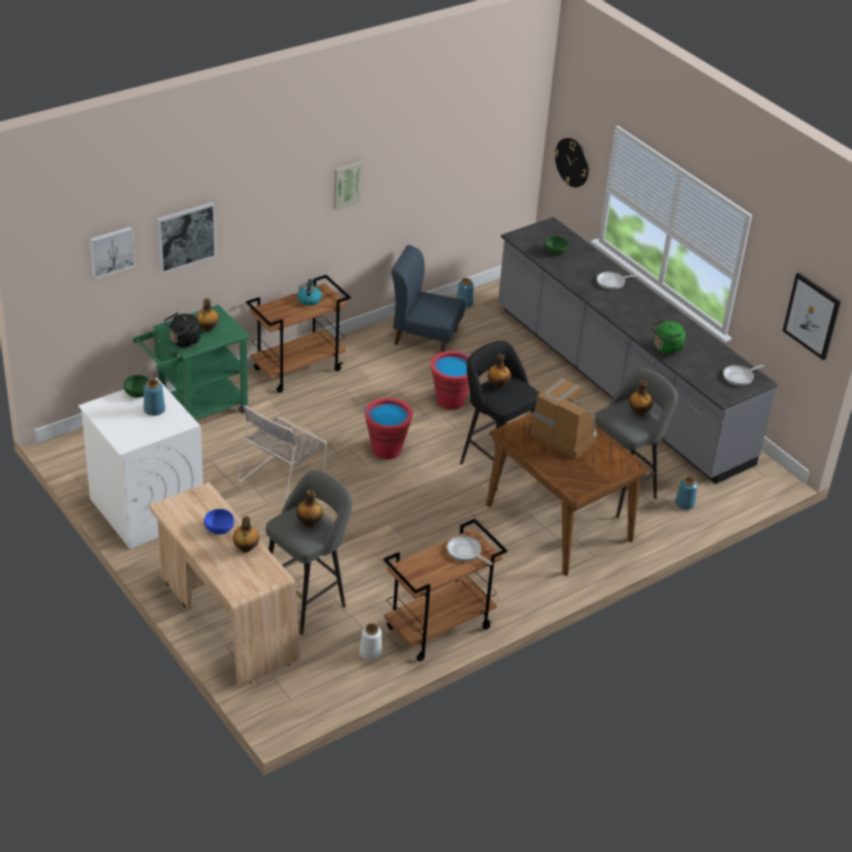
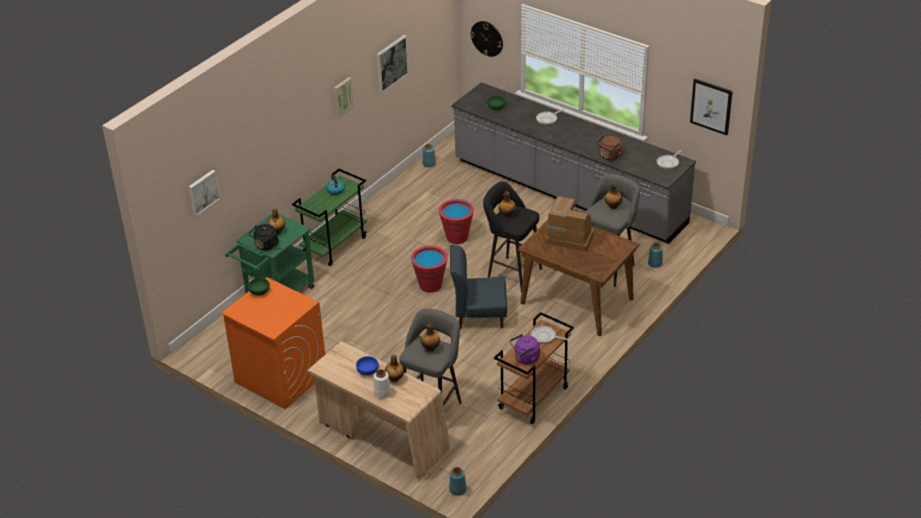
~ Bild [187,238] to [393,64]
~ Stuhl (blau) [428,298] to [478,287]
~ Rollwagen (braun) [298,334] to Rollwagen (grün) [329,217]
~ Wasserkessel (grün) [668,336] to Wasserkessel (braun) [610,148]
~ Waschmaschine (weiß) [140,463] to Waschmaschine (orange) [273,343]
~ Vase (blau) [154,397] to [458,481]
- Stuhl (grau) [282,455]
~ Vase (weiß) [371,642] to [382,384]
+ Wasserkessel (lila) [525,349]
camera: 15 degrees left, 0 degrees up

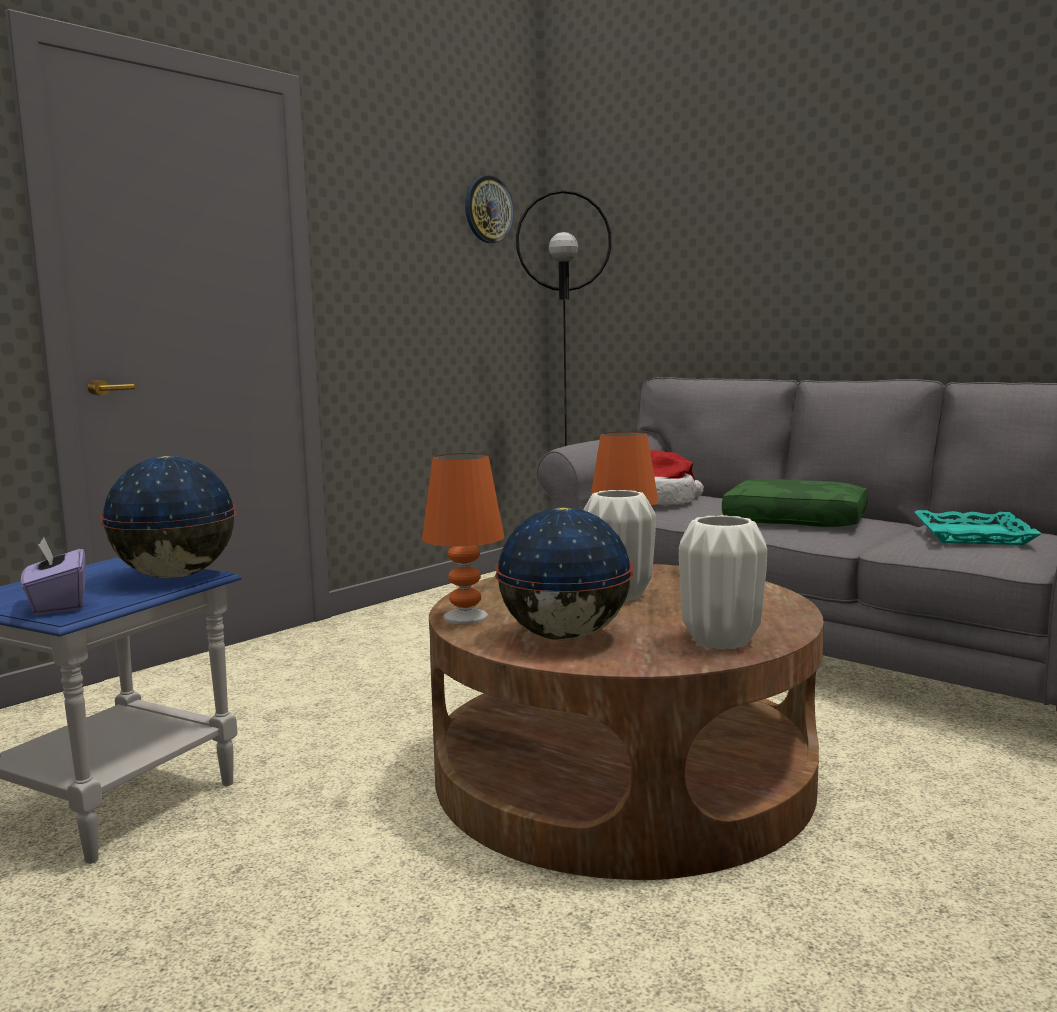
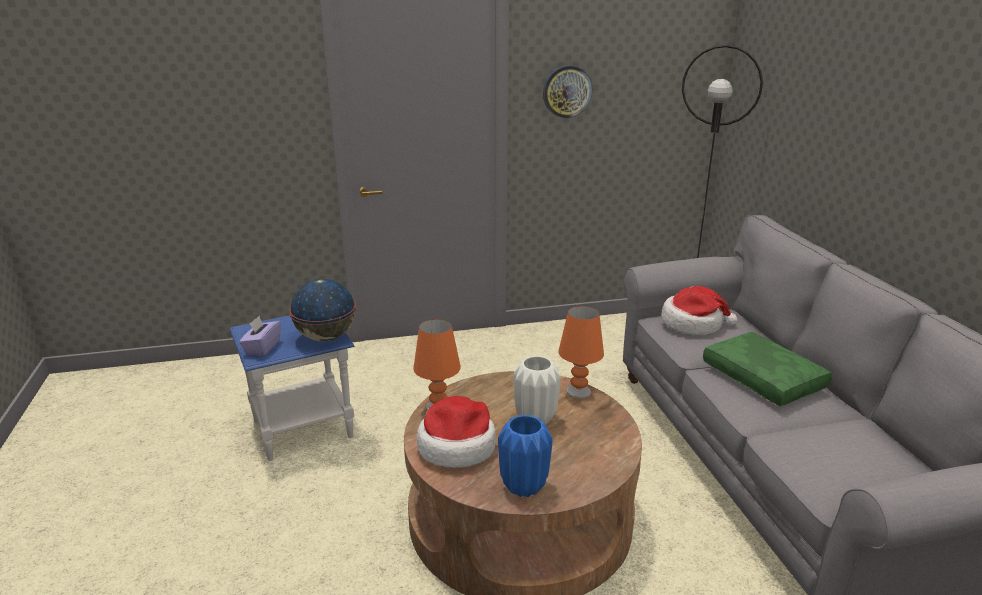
~ Wanduhr [489,209] to [568,91]
~ Globus [564,574] to Hut [456,432]
- Tablett (türkis) [978,527]
~ Vase (weiß) [723,582] to Vase (blau) [525,456]
camera: 35 degrees right, 15 degrees up

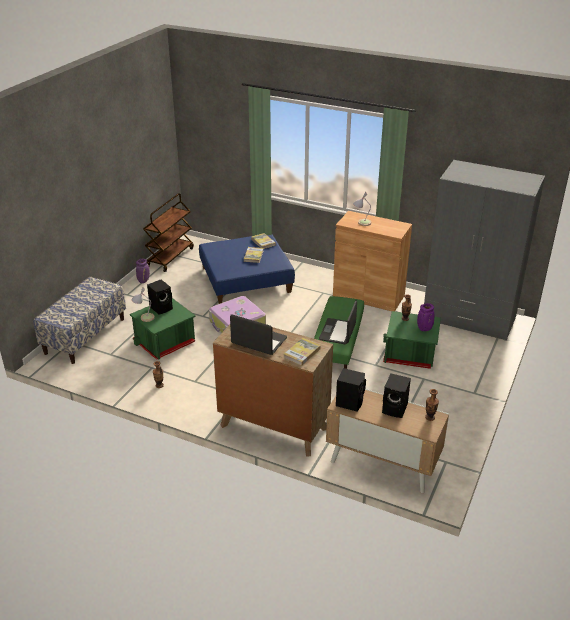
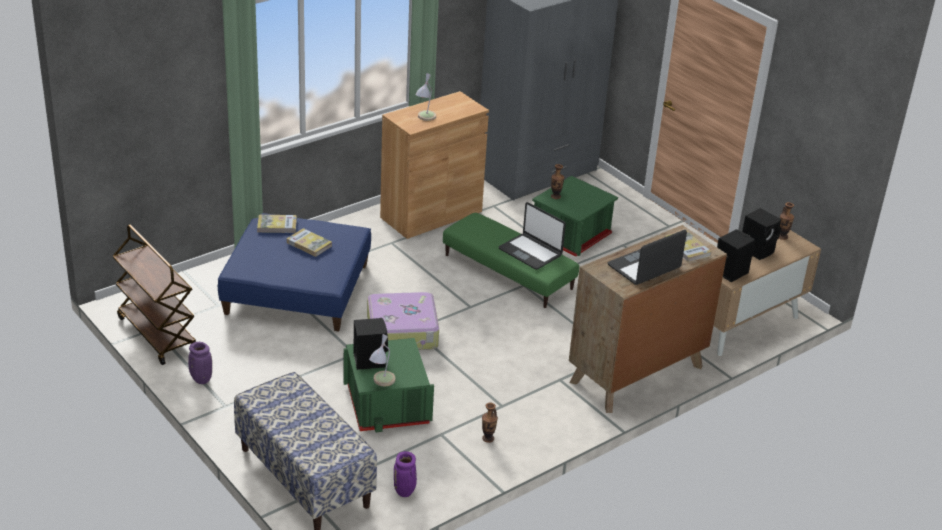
~ Vase (lila) [425,317] to [405,474]
camera: 65 degrees left, 0 degrees up

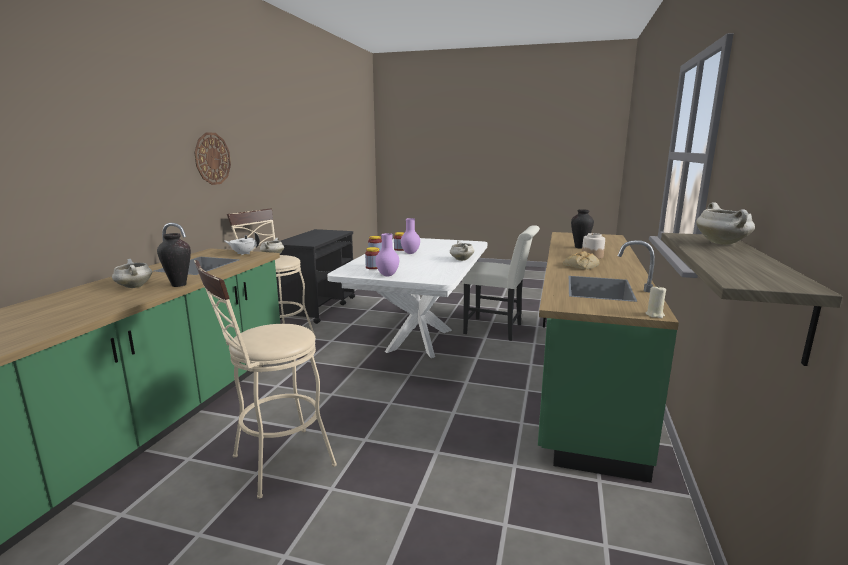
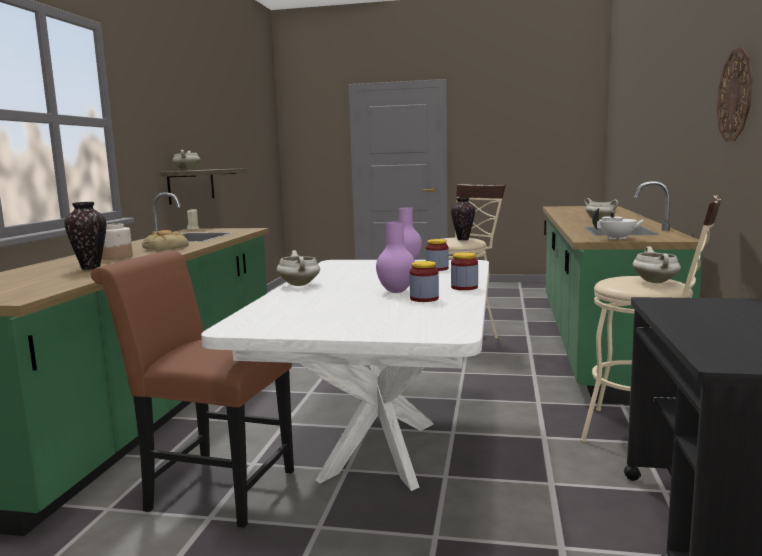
~ Stuhl (weiß) [501,283] to Stuhl (braun) [192,389]
~ Vase [174,260] to [463,218]
camera: 175 degrees right, 5 degrees down

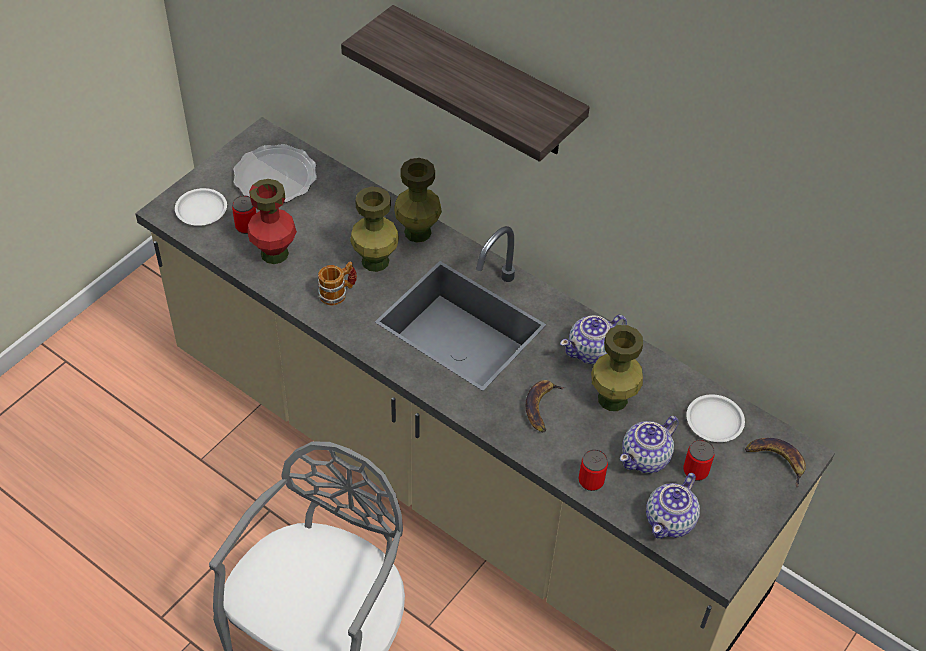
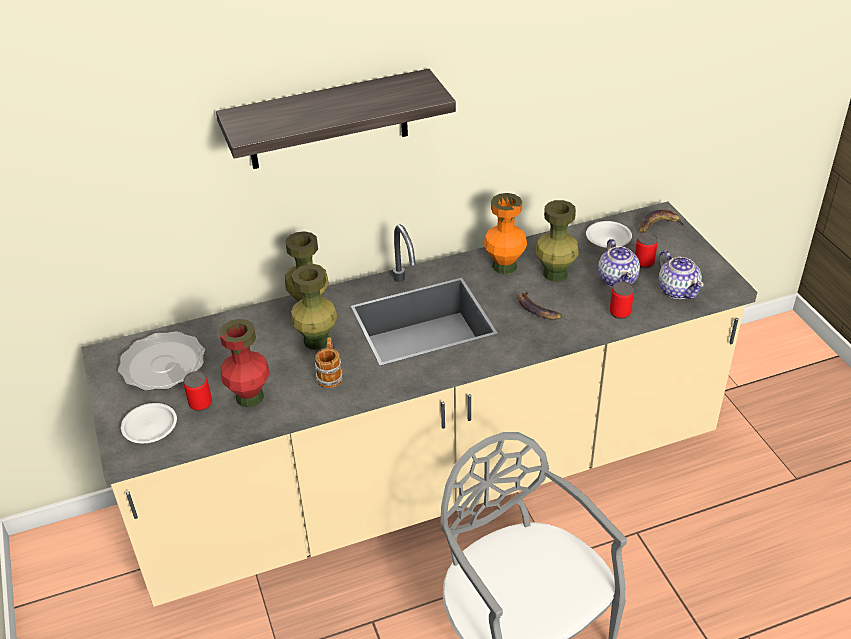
~ Teekanne [593,339] to Vase (orange) [505,233]
camera: 55 degrees left, 10 degrees down

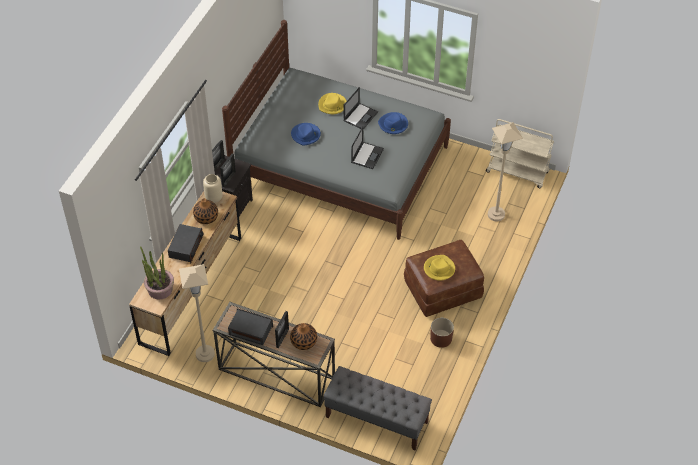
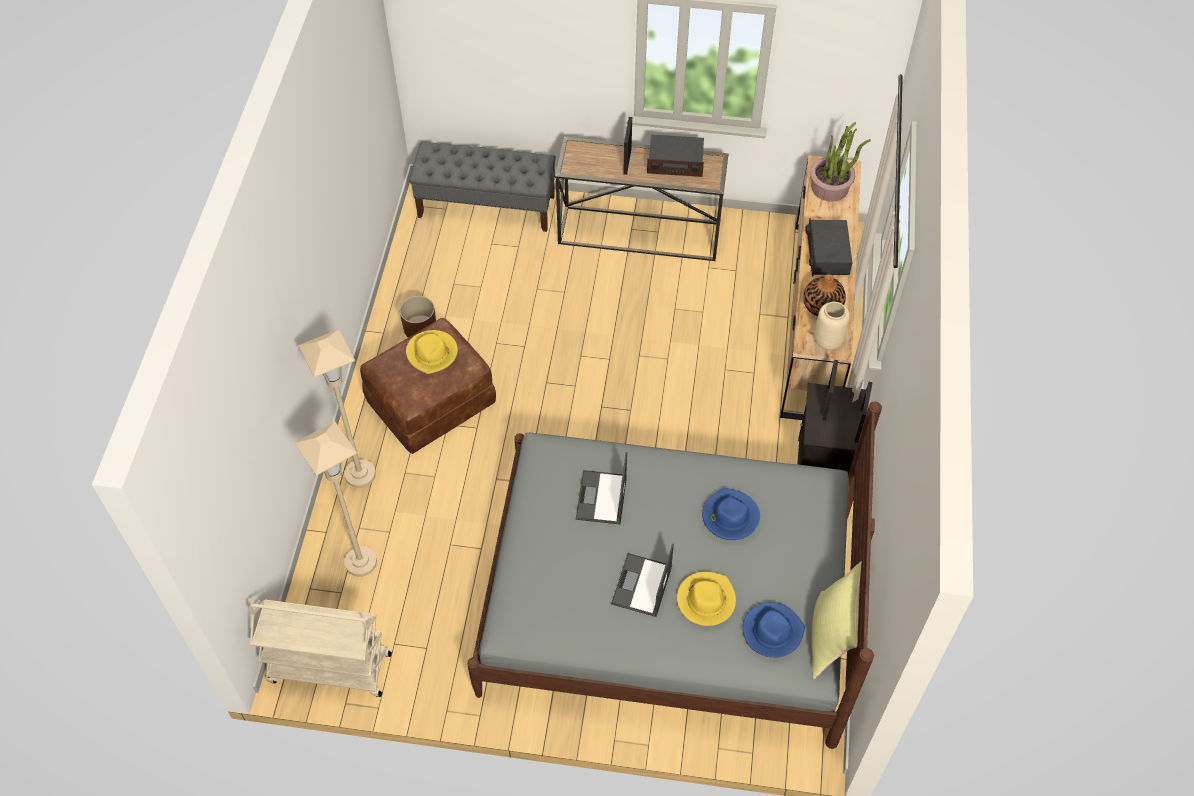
~ Hut (blau) [393,123] to [773,630]
~ Stehlampe (beige) [197,313] to [337,408]
- Vase [303,336]
+ Kissen (gelb) [836,620]
camera: 165 degrees right, 5 degrees up

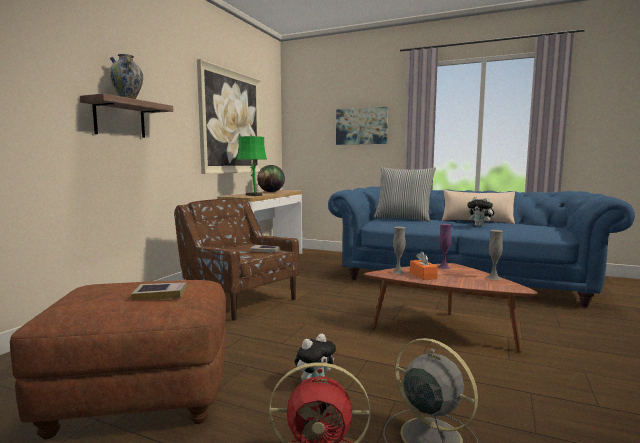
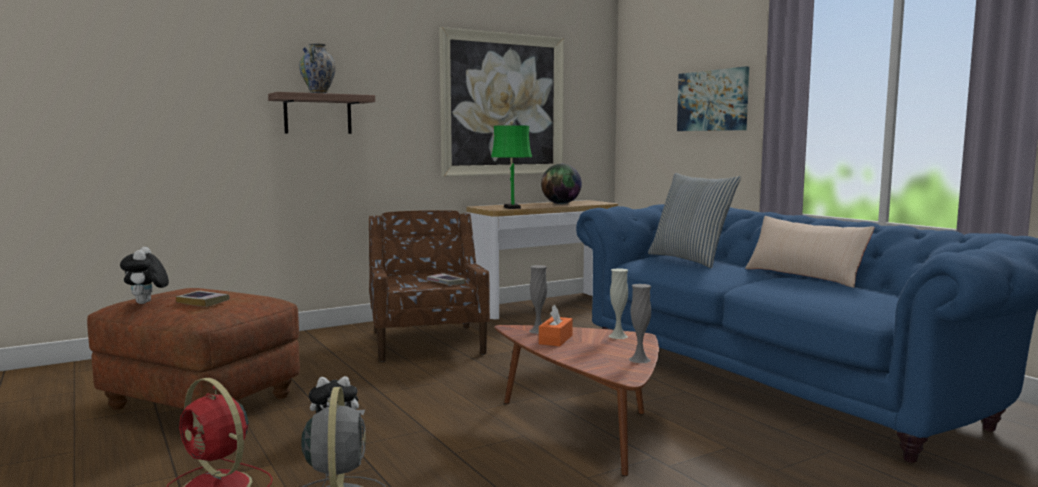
~ Plüschtier [481,211] to [144,275]
~ Vase (lila) [445,246] to Vase (weiß) [618,303]
camera: 35 degrees right, 0 degrees up

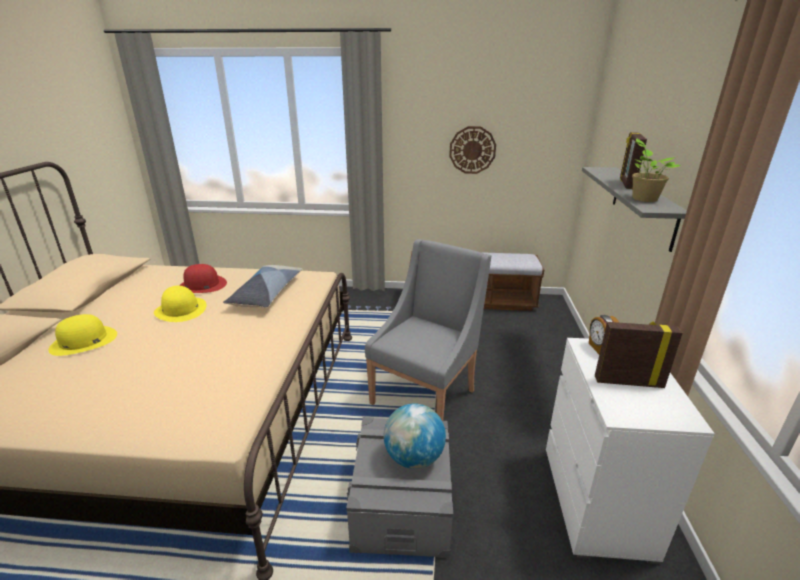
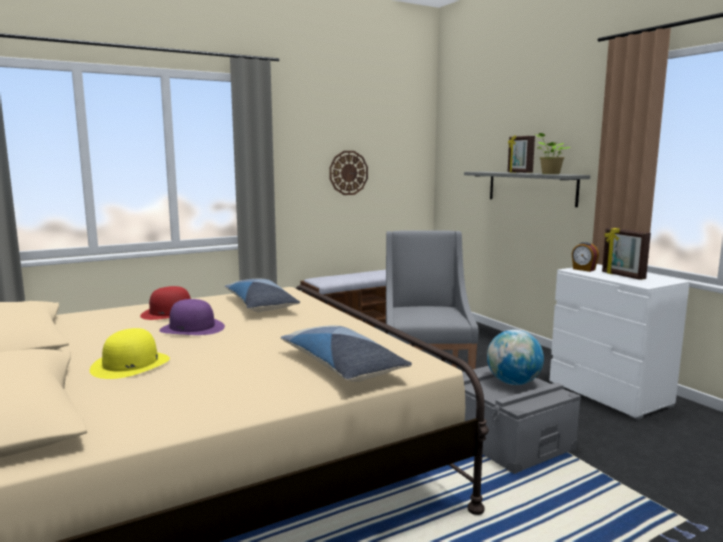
~ Hut (gelb) [180,304] to Hut (lila) [192,317]
~ Bilderrahmen [639,354] = [626,254] 90 degrees counterclockwise
+ Kissen [346,353]
camera: 35 degrees left, 15 degrees down

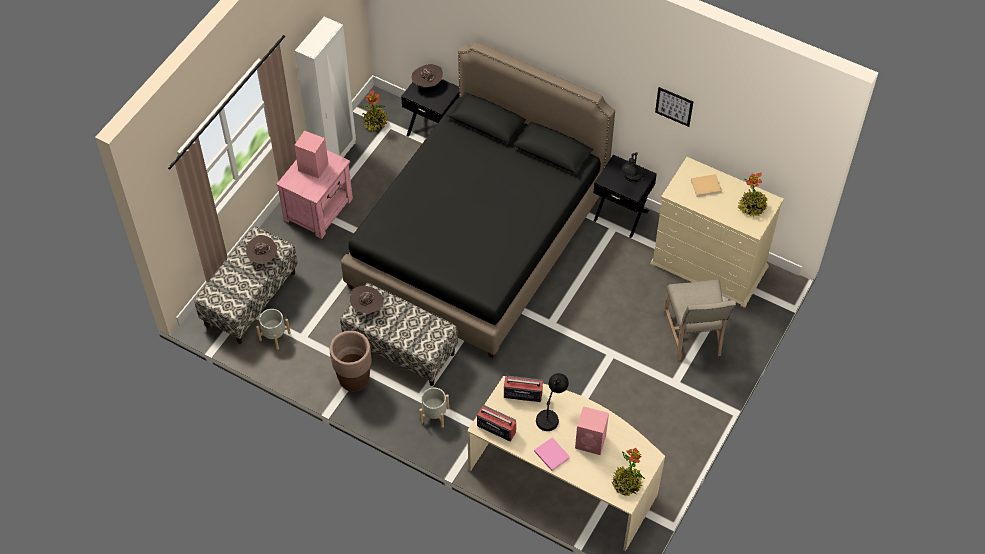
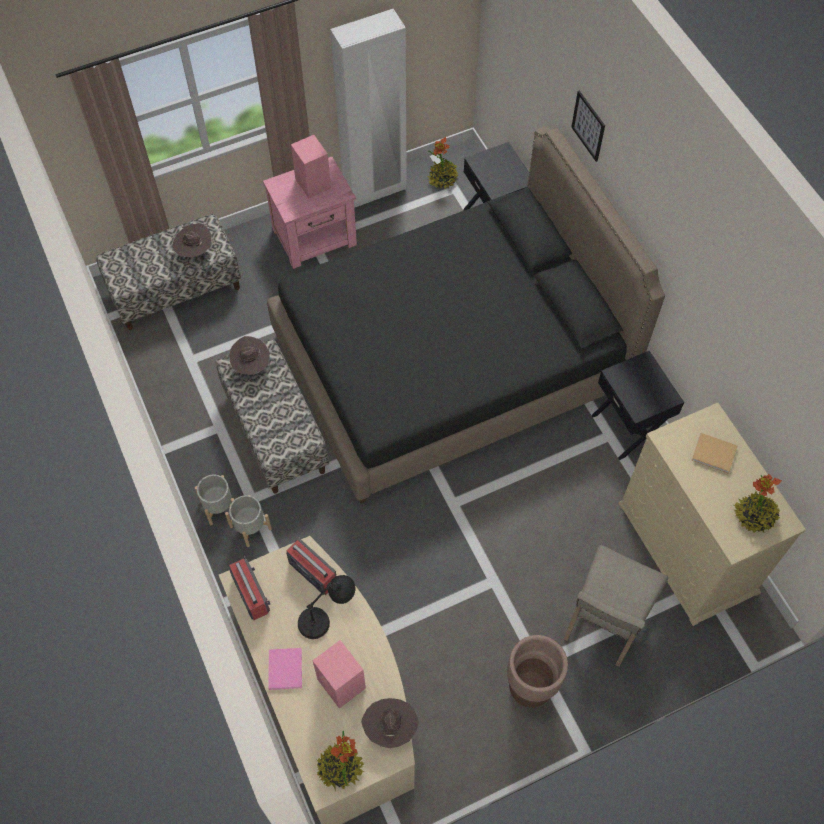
~ Hut (braun) [427,75] to [390,723]
~ Bild [674,107] to [588,126]
- Tischlampe (schwarz) [632,167]
~ Pflanzkübel (grau) [273,329] to [214,499]
~ Pflanzkübel (braun) [351,361] to [537,671]
camera: 35 degrees right, 5 degrees up

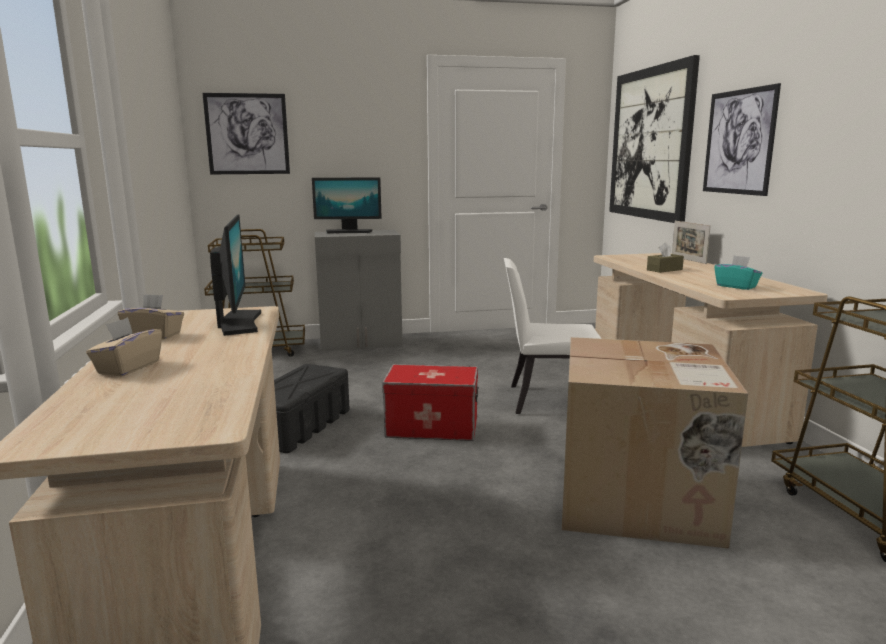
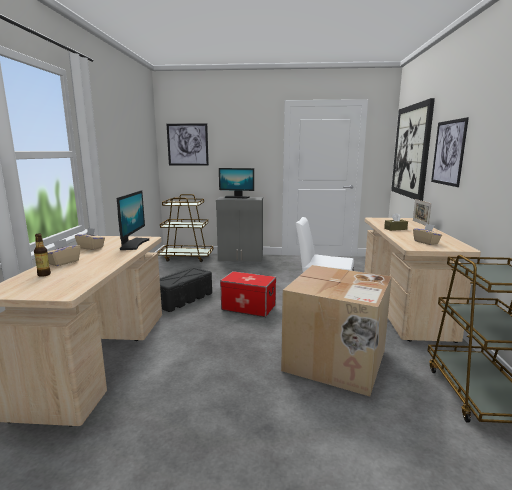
~ Taschentuchbox (türkis) [738,273] to Taschentuchbox (beige) [427,234]
+ Flasche [42,255]
camera: 15 degrees right, 0 degrees up

